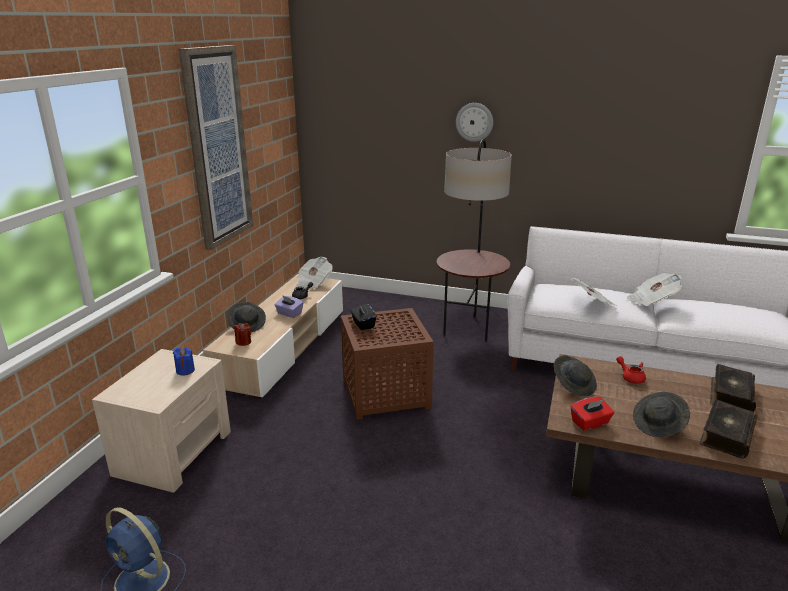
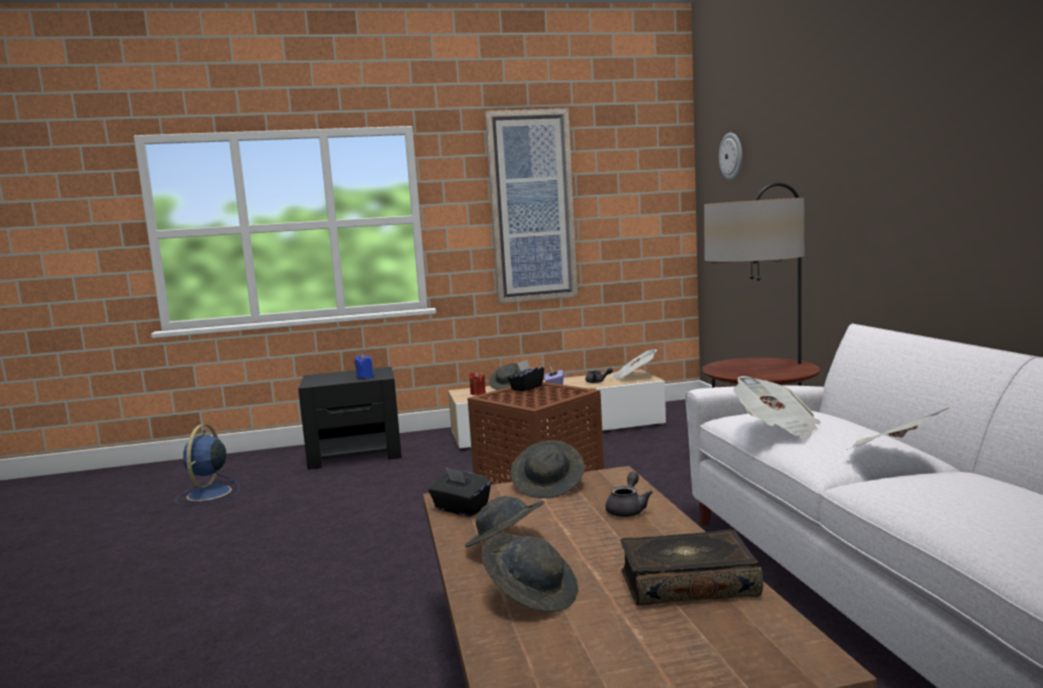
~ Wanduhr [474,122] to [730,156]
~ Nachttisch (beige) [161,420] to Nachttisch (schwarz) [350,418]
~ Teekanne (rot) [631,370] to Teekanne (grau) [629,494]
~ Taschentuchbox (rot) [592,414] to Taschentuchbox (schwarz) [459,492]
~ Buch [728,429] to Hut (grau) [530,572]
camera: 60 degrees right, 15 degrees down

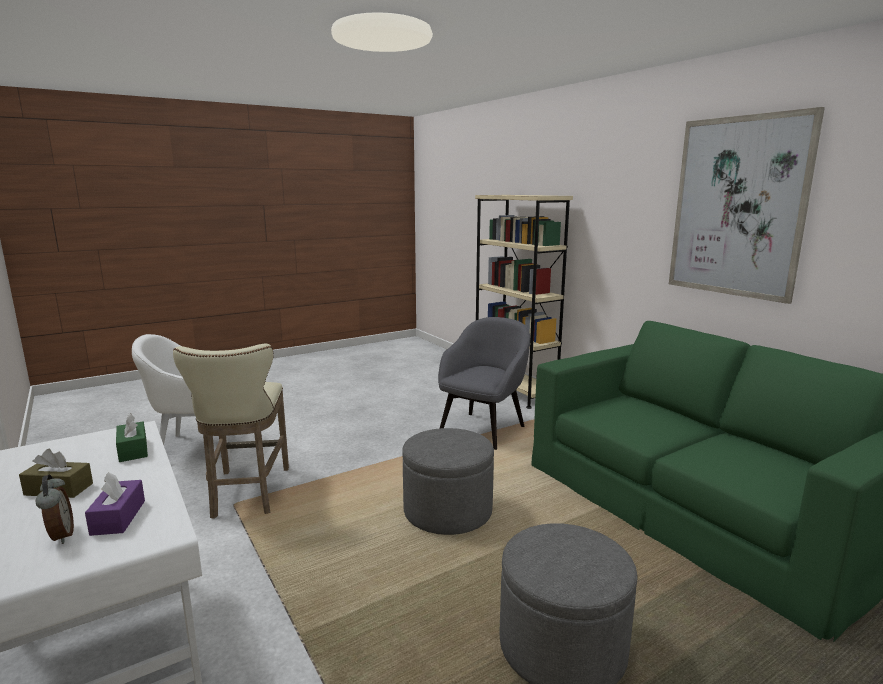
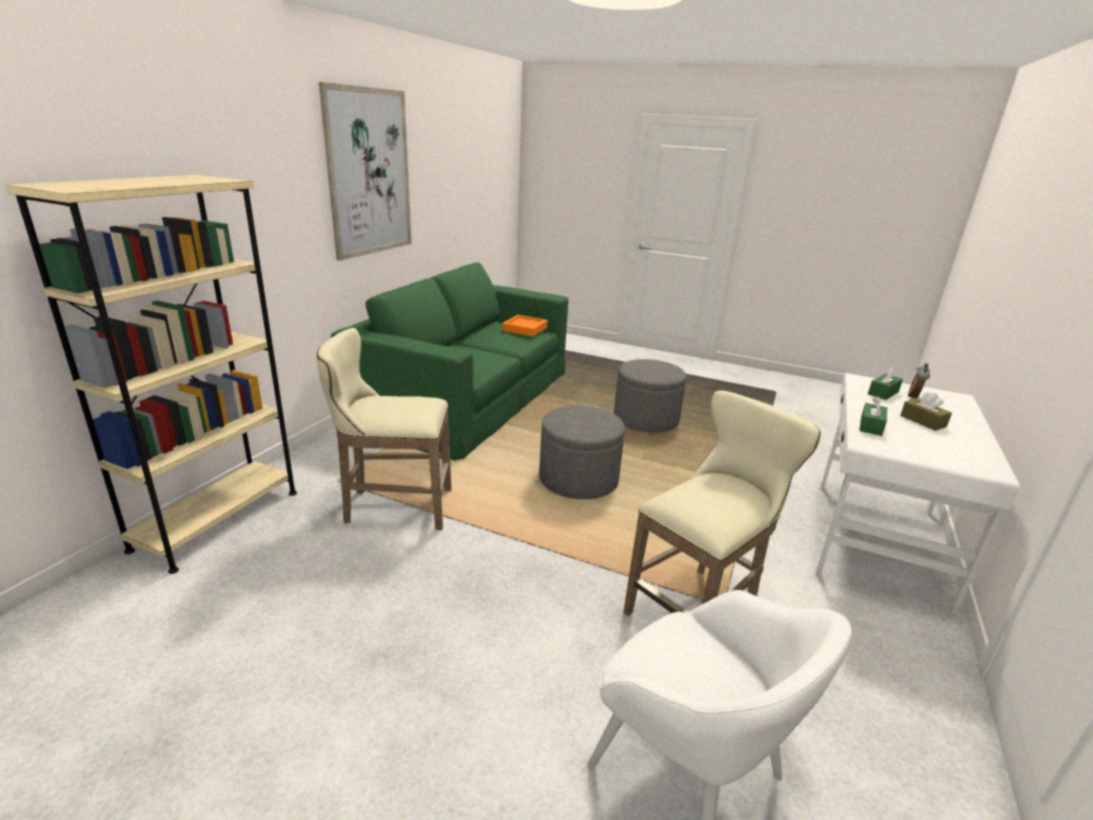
~ Sessel (grau) [484,383] to Hocker (beige) [384,429]
~ Taschentuchbox (lila) [115,504] to Taschentuchbox (grün) [885,383]
+ Tablett (orange) [525,326]
camera: 125 degrees left, 10 degrees up

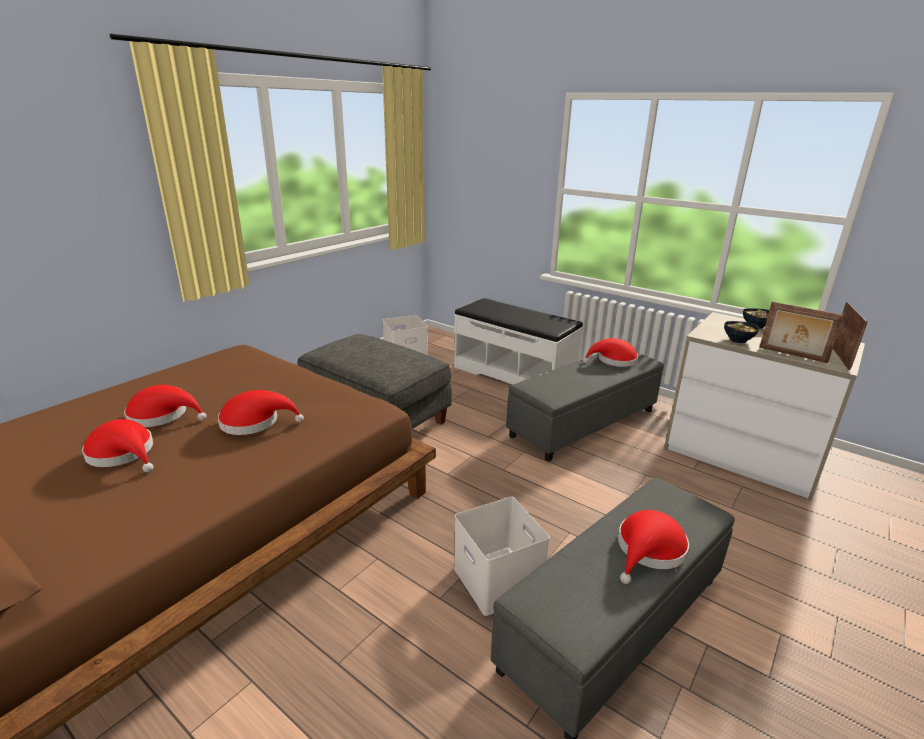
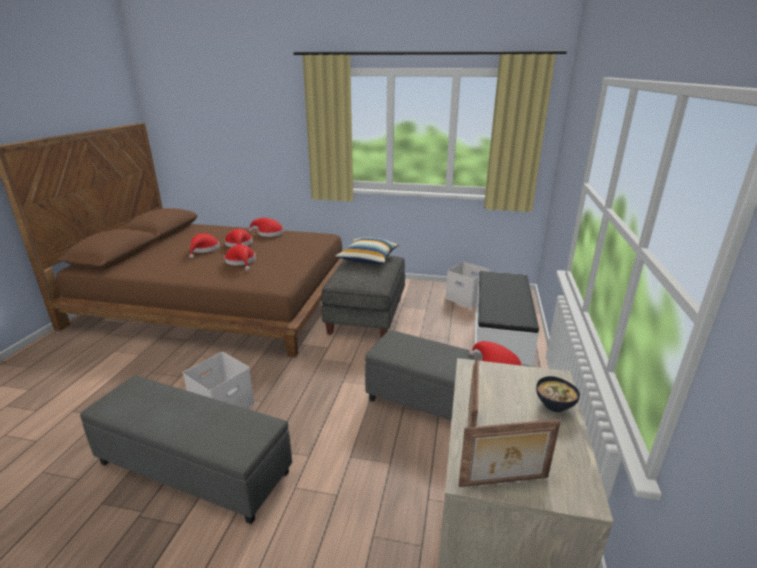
- Schüssel [741,332]
~ Hut (rot) [653,547] to [266,227]
+ Kissen [367,250]
camera: 65 degrees right, 0 degrees up

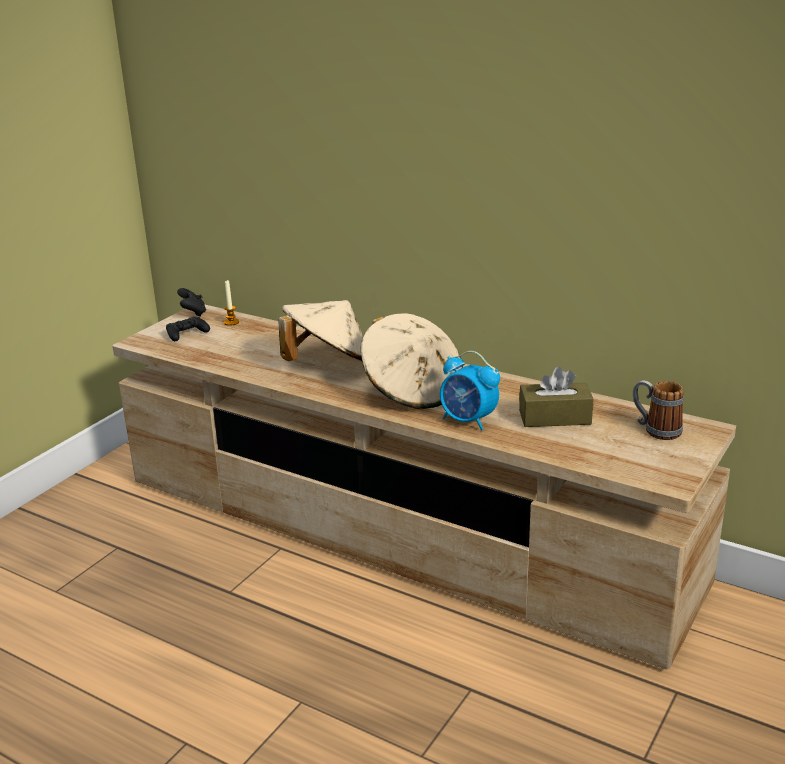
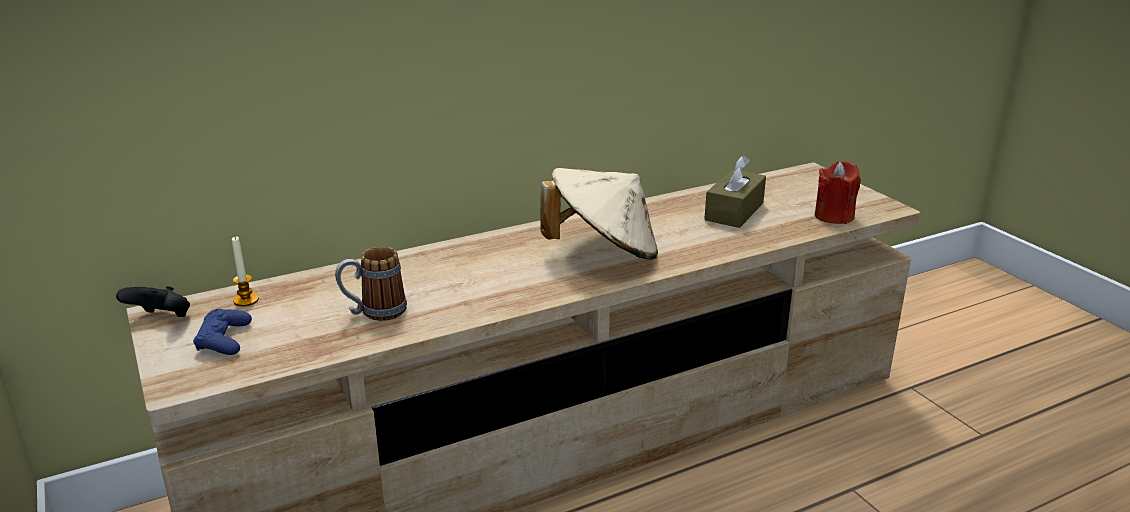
- Hut (beige) [321,330]
~ Gamepad (schwarz) [188,329] to Gamepad (blau) [222,332]
- Wecker [470,390]
~ Henkelbecher [658,410] to [371,283]
+ Kerze (rot) [838,192]
camera: 60 degrees left, 0 degrees up

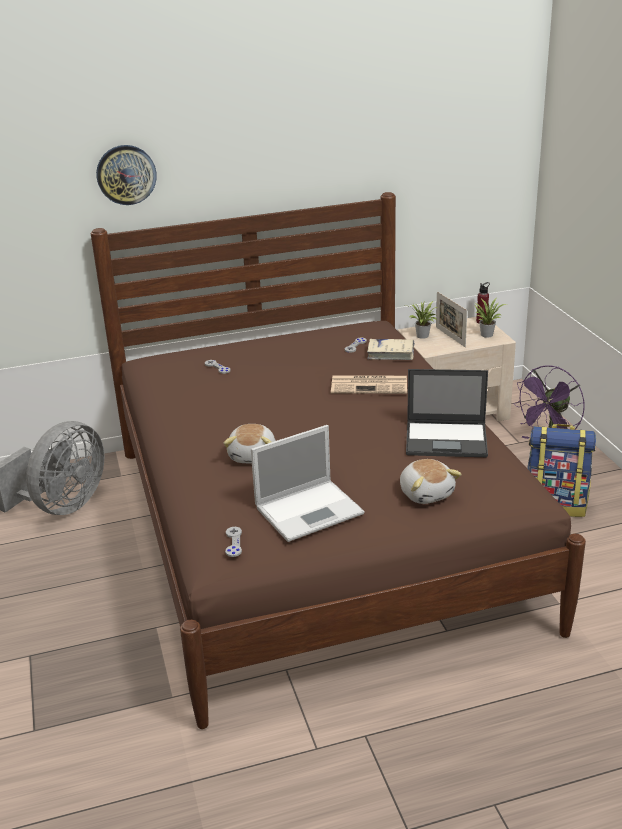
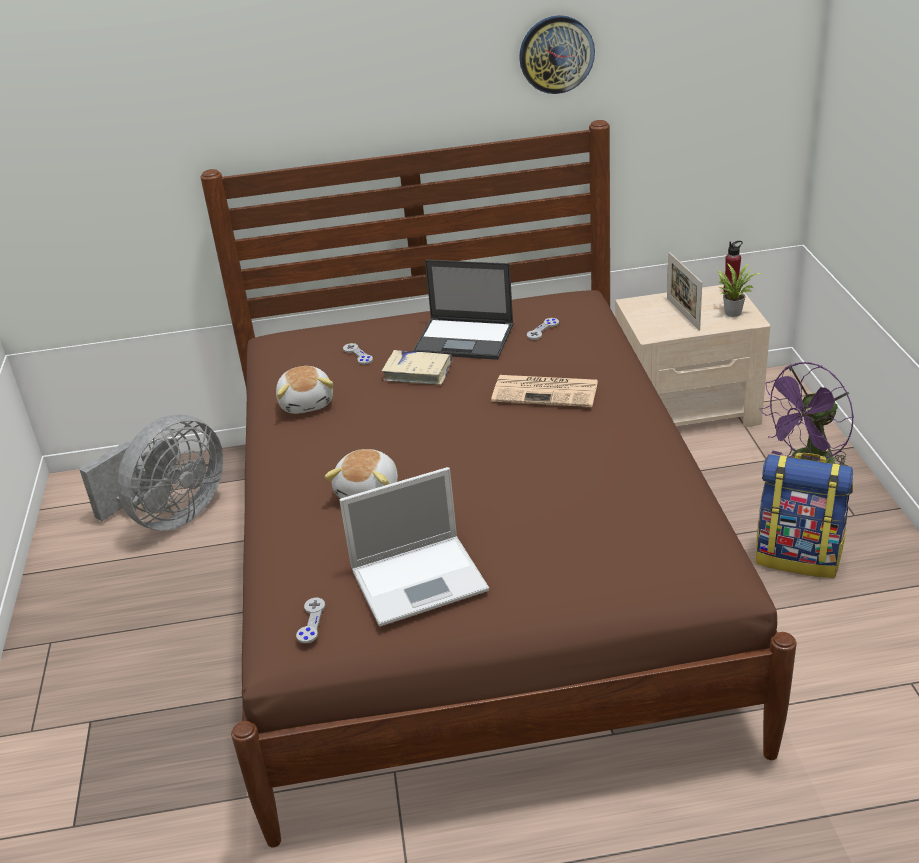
~ Wanduhr [126,175] to [557,54]
- Topfpflanze [423,320]
~ Buch (beige) [391,349] to [417,367]
~ Laptop [447,413] to [463,310]
~ Plüschtier [431,481] to [304,390]
camera: 10 degrees right, 5 degrees up

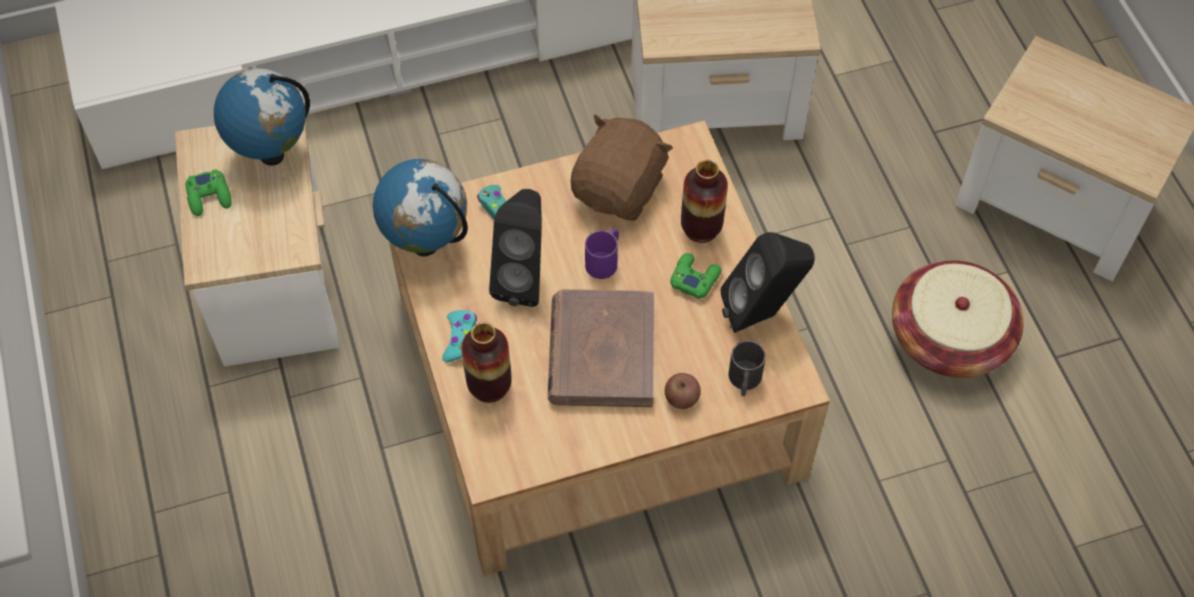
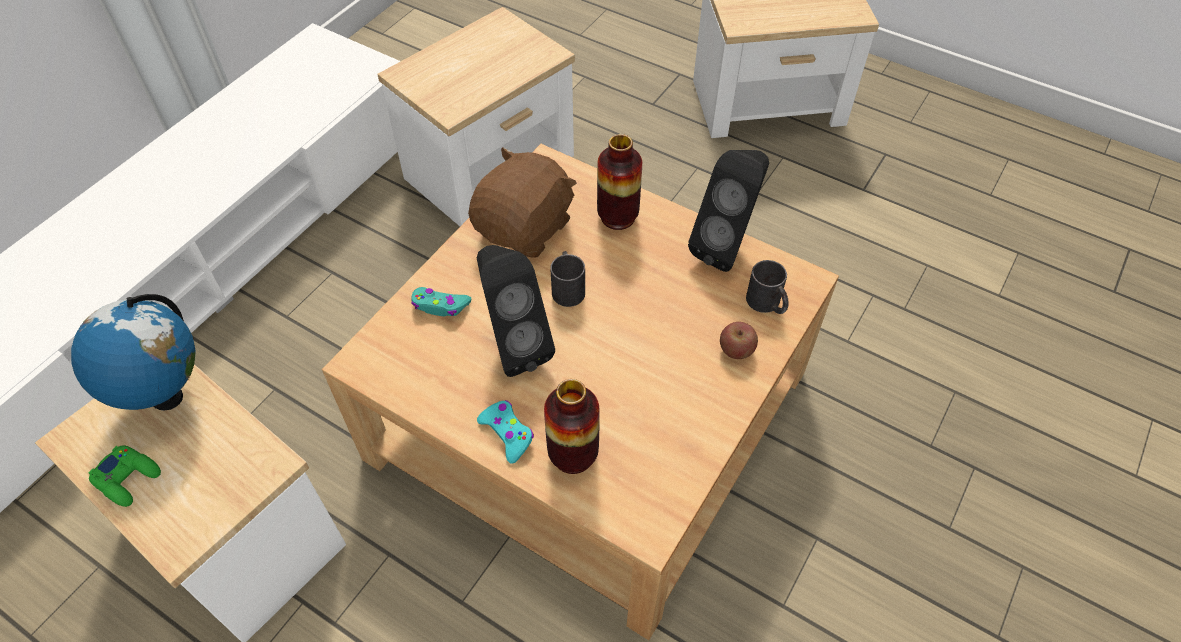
~ Plüschtier (braun) [622,167] = [522,202] 45 degrees clockwise
- Globus [420,207]
~ Henkelbecher (lila) [602,254] to Henkelbecher (schwarz) [567,279]
- Gamepad (grün) [696,276]
- Korb [958,319]
- Buch (braun) [601,348]
camera: 40 degrees left, 5 degrees down

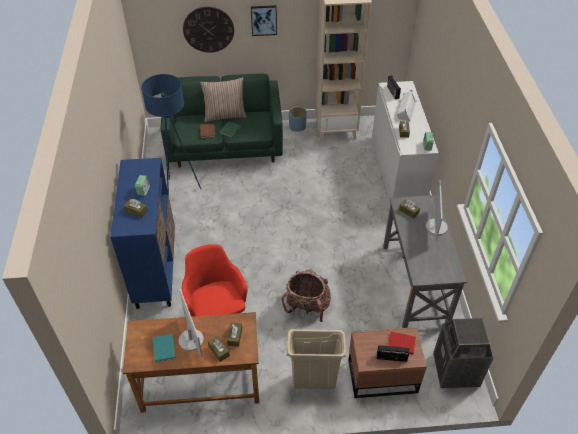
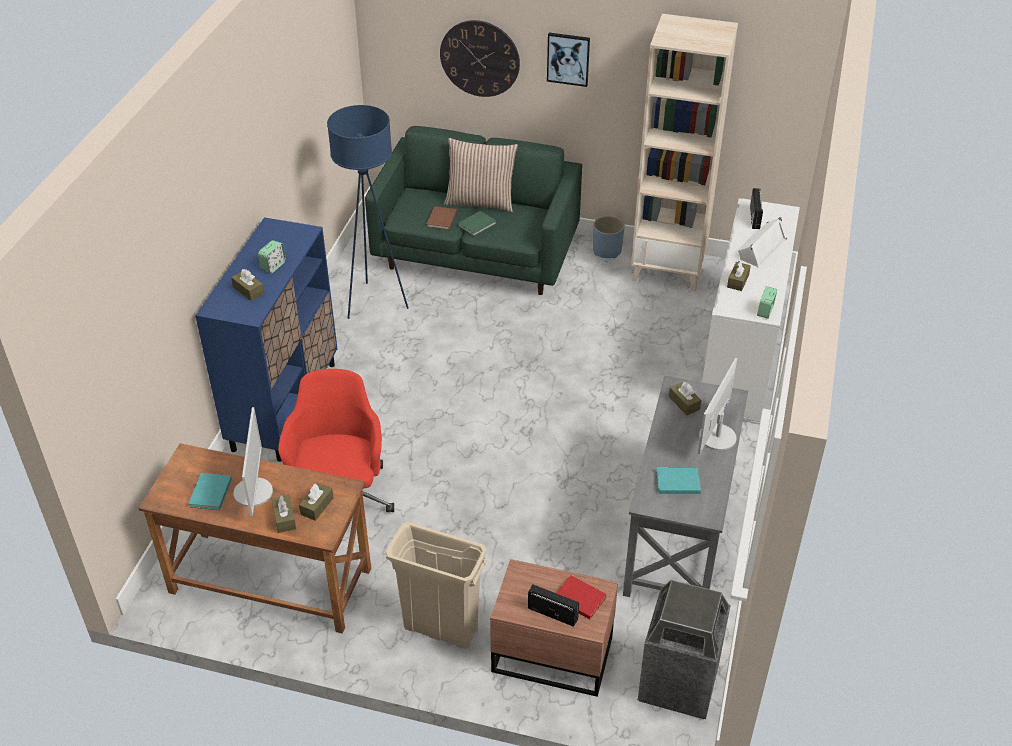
- Rucksack [306,295]
+ Buch (türkis) [678,480]
camera: 20 degrees right, 5 degrees down

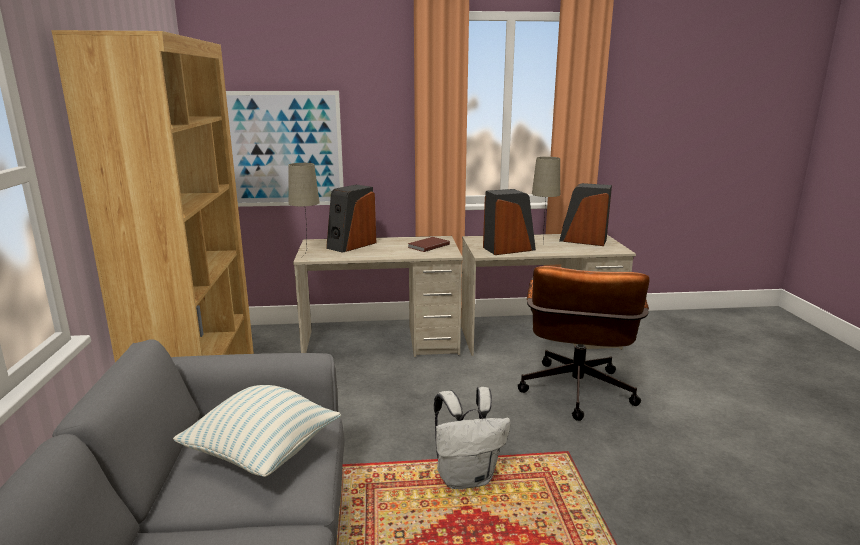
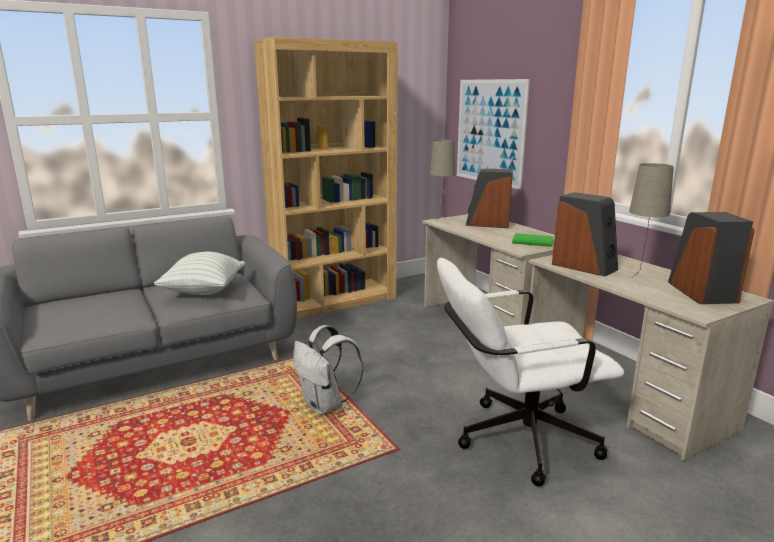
~ Buch (braun) [429,244] to Buch (grün) [533,240]
~ Bürostuhl (braun) [583,343] to Bürostuhl (weiß) [530,372]
camera: 65 degrees right, 0 degrees up

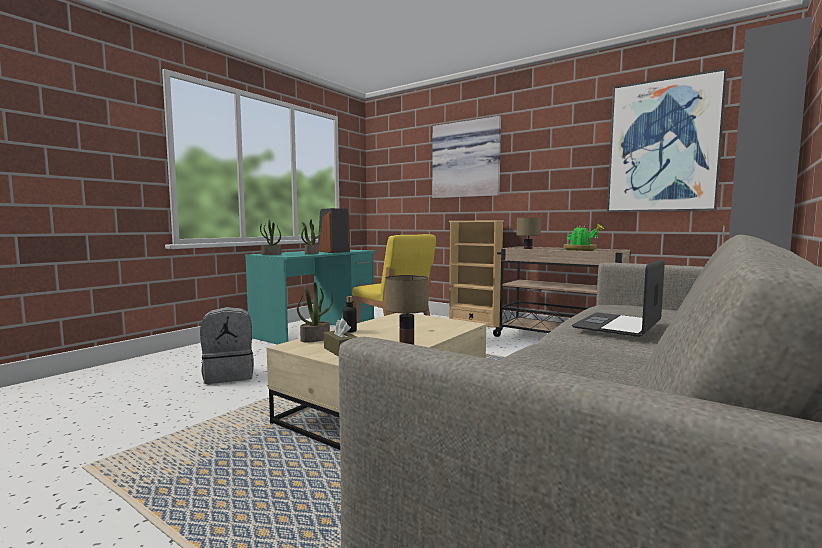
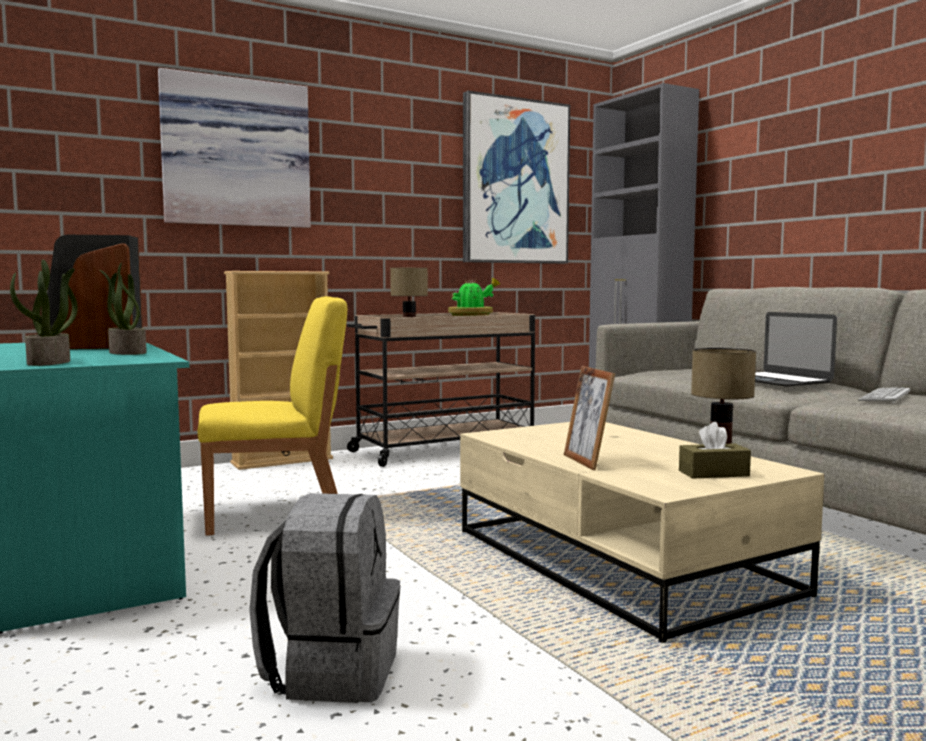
- Topfpflanze [315,312]
~ Flasche [350,314] to Bilderrahmen [589,418]
+ Tastatur [884,395]
camera: 65 degrees left, 0 degrees up

